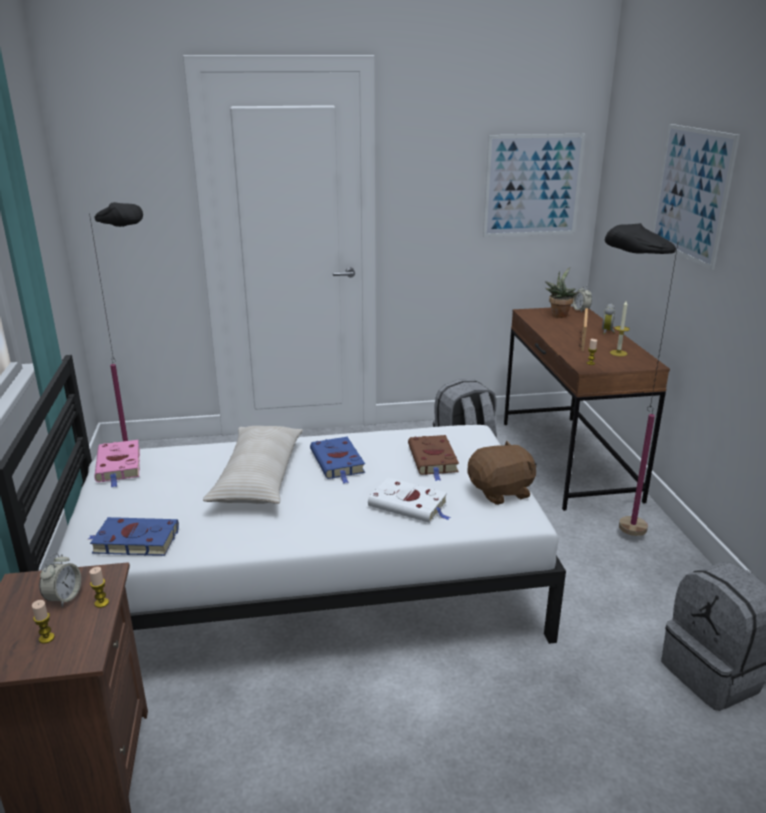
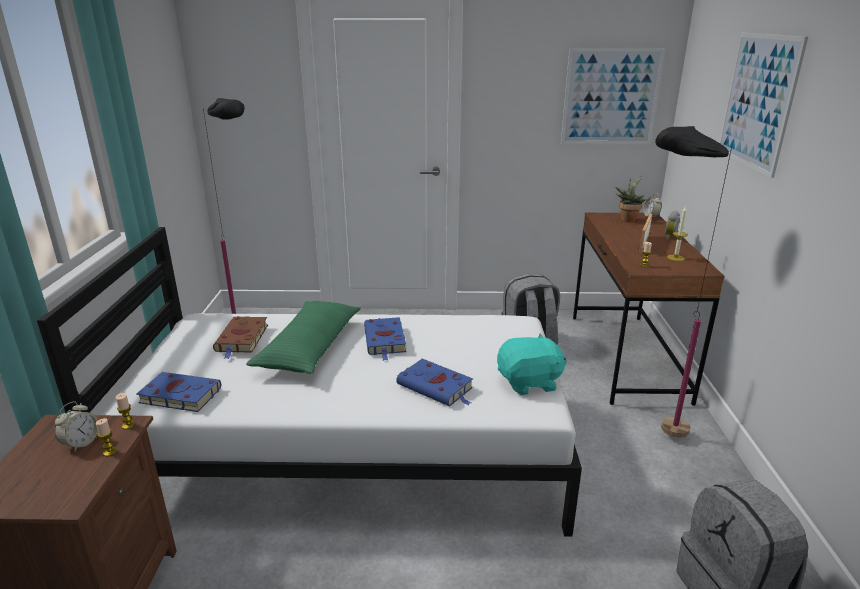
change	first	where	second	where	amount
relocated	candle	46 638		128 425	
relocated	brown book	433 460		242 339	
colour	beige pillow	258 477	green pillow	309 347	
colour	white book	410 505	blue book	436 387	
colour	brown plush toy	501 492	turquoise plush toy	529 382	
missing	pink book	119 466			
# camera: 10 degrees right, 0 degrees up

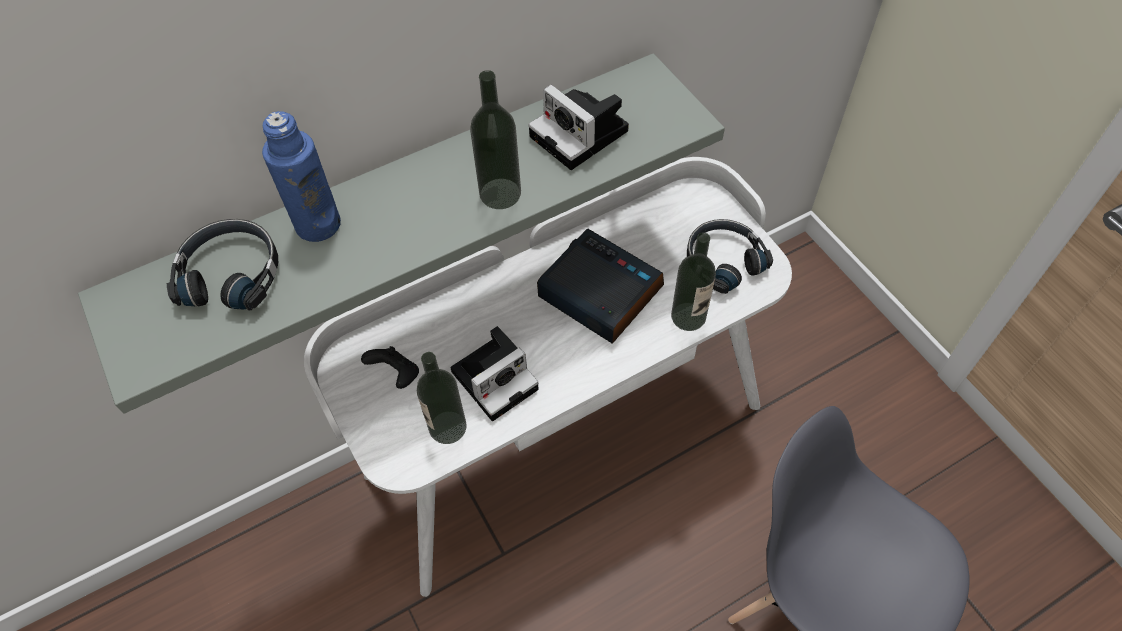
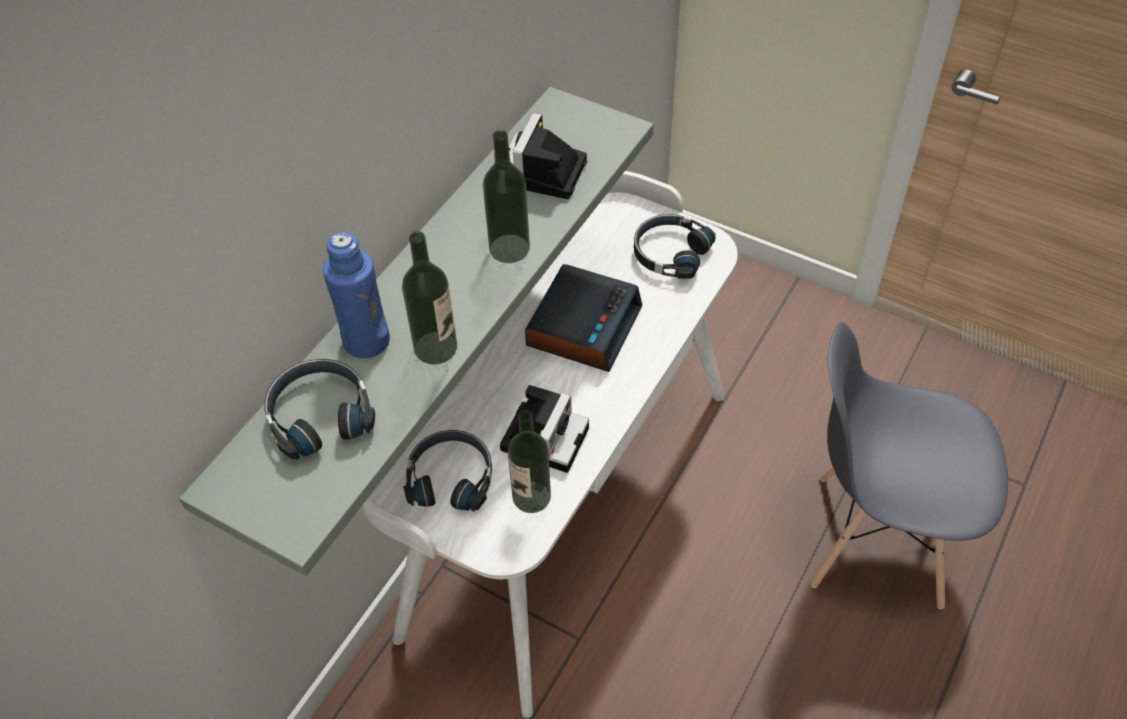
change	first	where	second	where	amount
relocated	bottle	688 316		435 348	
exchanged	black game controller	396 375	black headphones	451 477	
spun	photo camera	582 135		542 174	90 degrees clockwise
spun	alarm clock	598 292		583 325	105 degrees clockwise
# camera: 30 degrees left, 5 degrees down

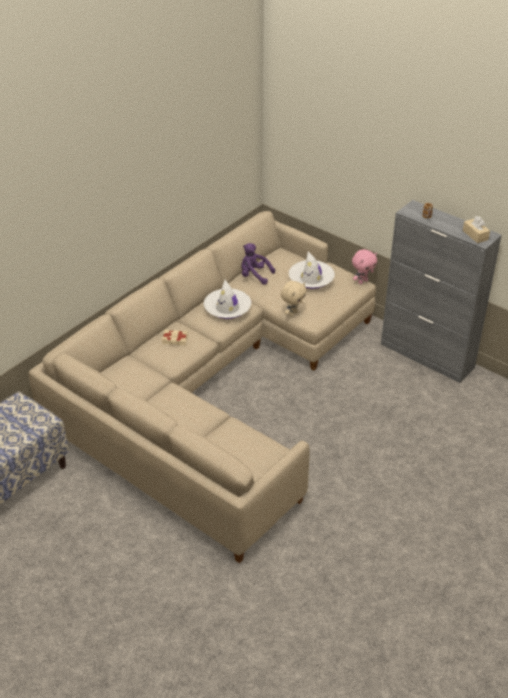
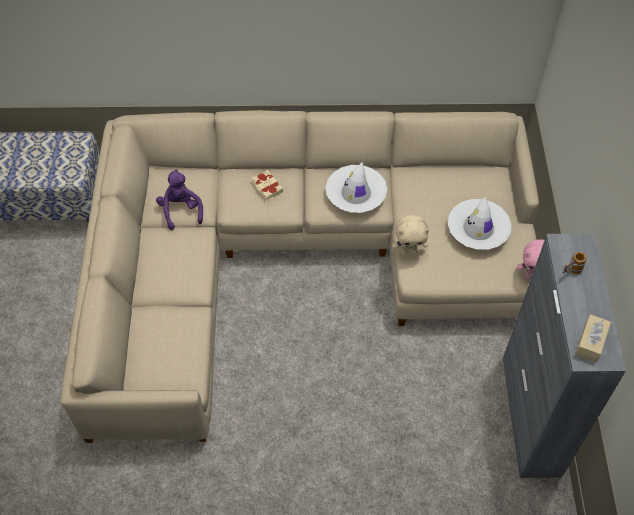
change	first	where	second	where	amount
relocated	purple plush toy	254 276		181 210	
# camera: 50 degrees right, 15 degrees up

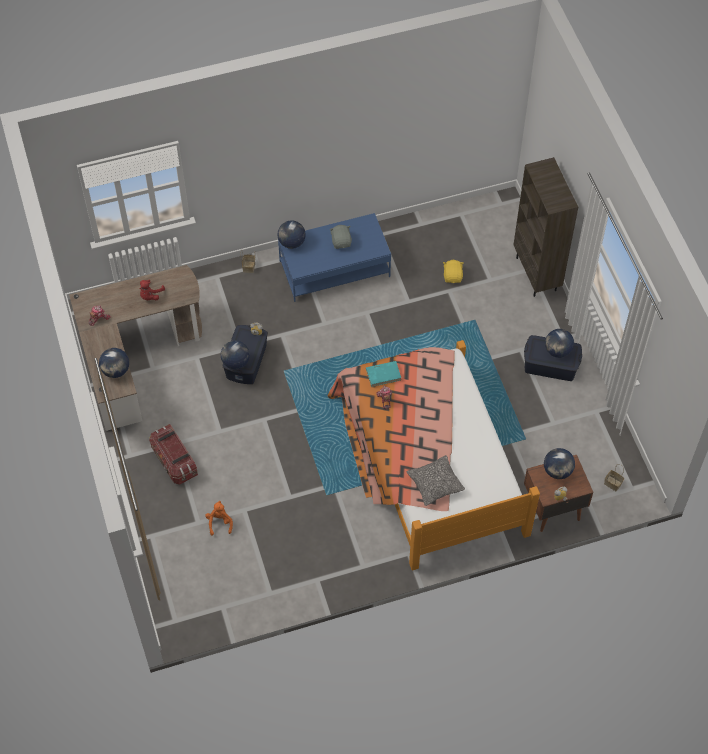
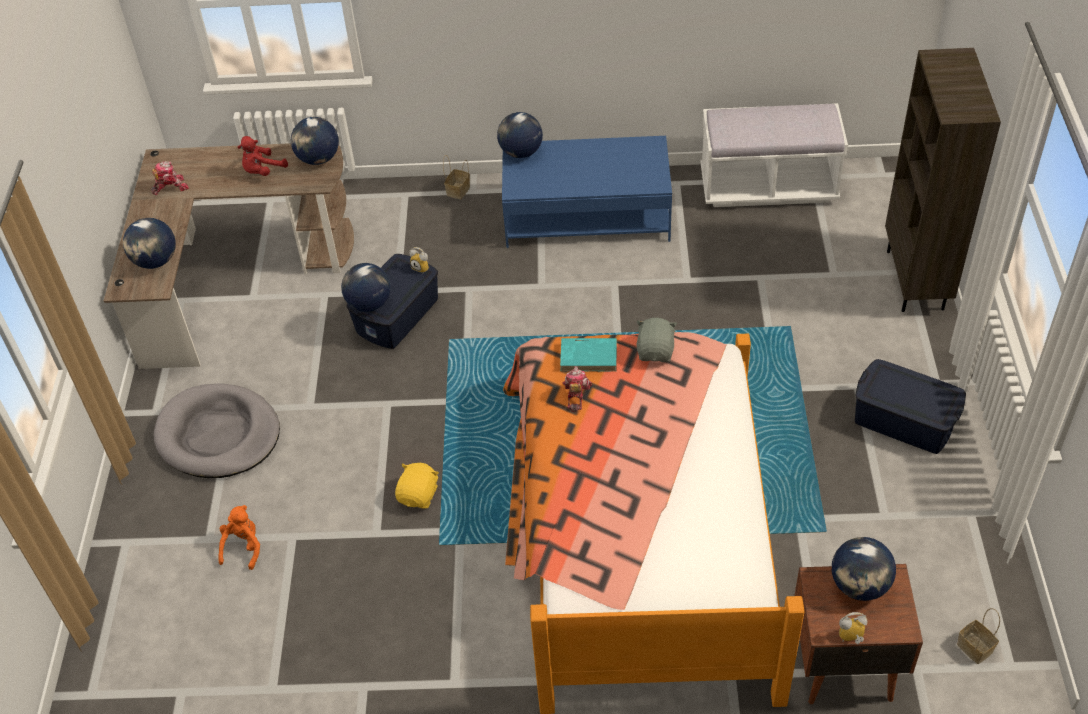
change	first	where	second	where	amount
exchanged	storage box	174 461	grey dog bed	218 435	
relocated	globe	557 351		318 159	
relocated	yellow plush toy	453 276		419 495	
relocated	grey plush toy	341 242		656 351	
appeared			white bench	768 187	
missing	pillow	435 483			
# camera: 20 degrees right, 10 degrees down

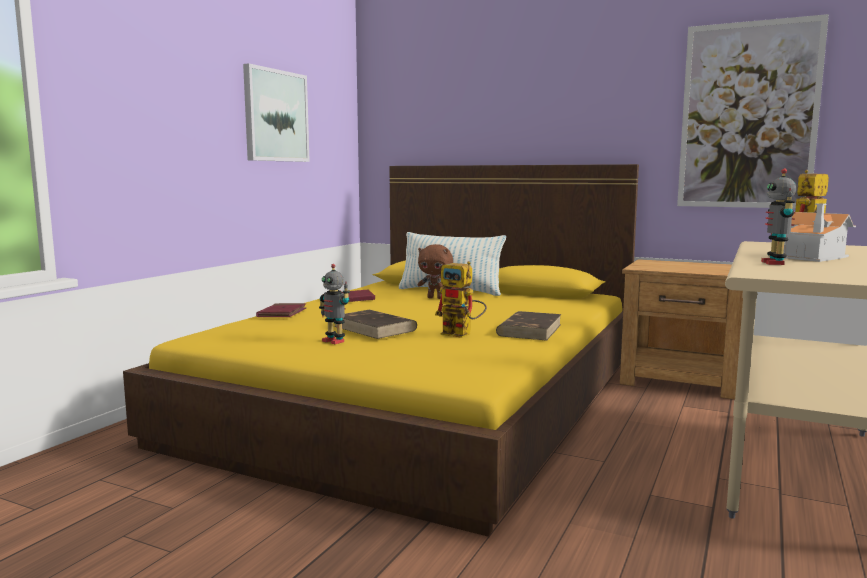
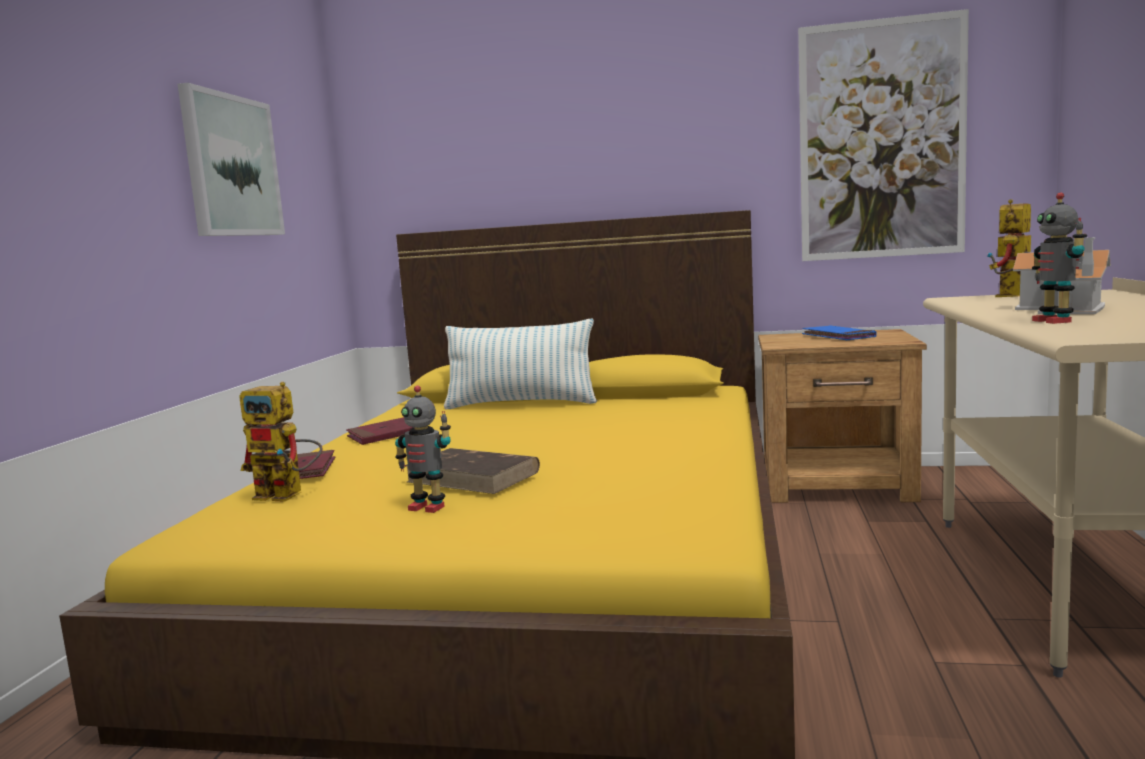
change	first	where	second	where	amount
relocated	toy robot	462 334		289 495	
appeared			blue book	838 337	
missing	brown plush toy	436 298			
missing	brown book	529 330			
# camera: 15 degrees left, 0 degrees up

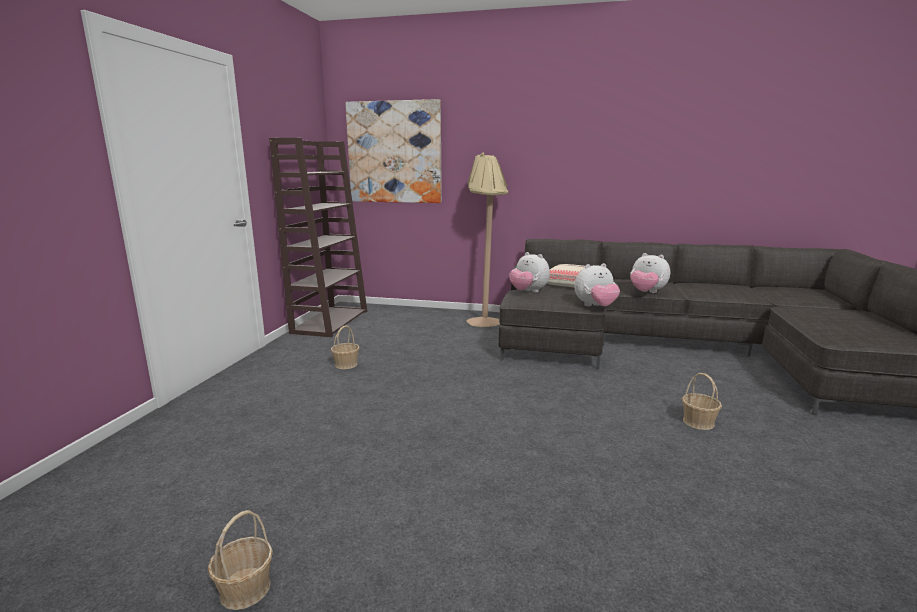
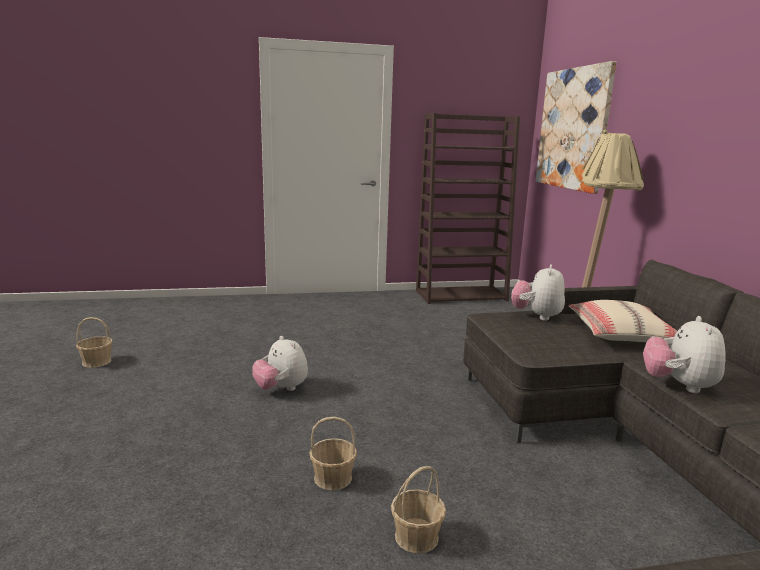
change	first	where	second	where	amount
relocated	plush toy	595 306		281 389	
relocated	basket	346 364		333 478	
# camera: 65 degrees right, 0 degrees up

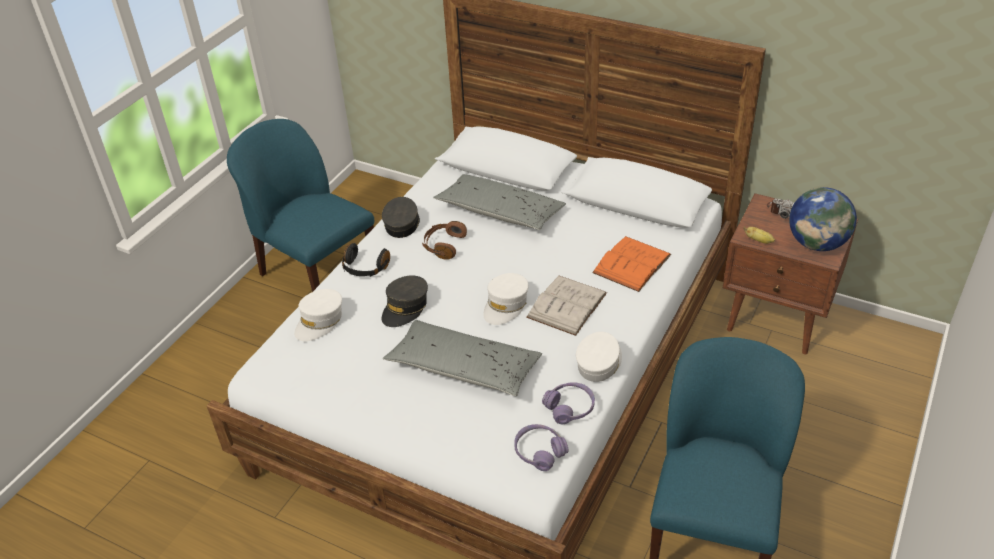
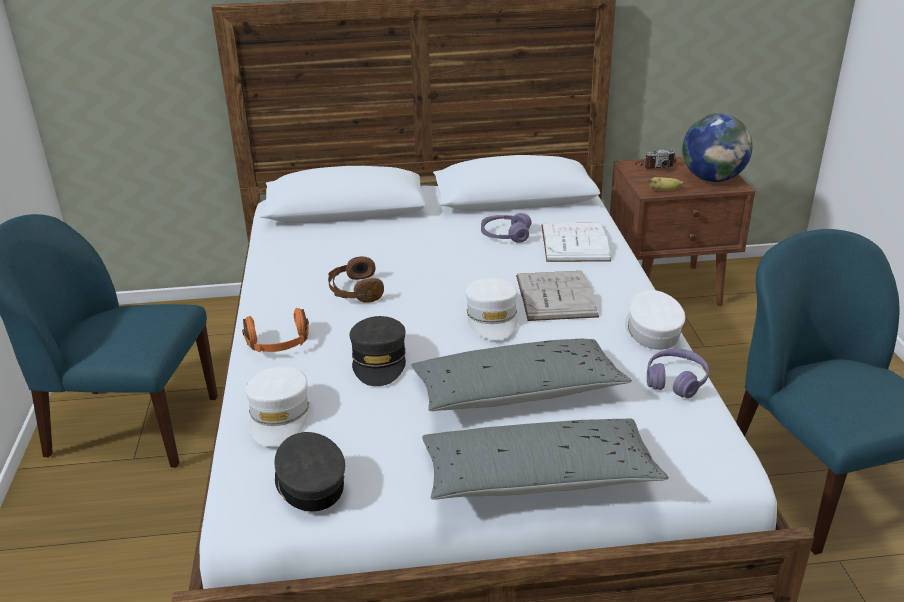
change	first	where	second	where	amount
colour	black headphones	365 268	orange headphones	278 344	
relocated	grey cap	402 224		309 483	
relocated	grey pillow	500 212		538 477	
relocated	purple headphones	539 452		505 235	
colour	orange book	632 263	white book	574 242	
# camera: 35 degrees left, 10 degrees down

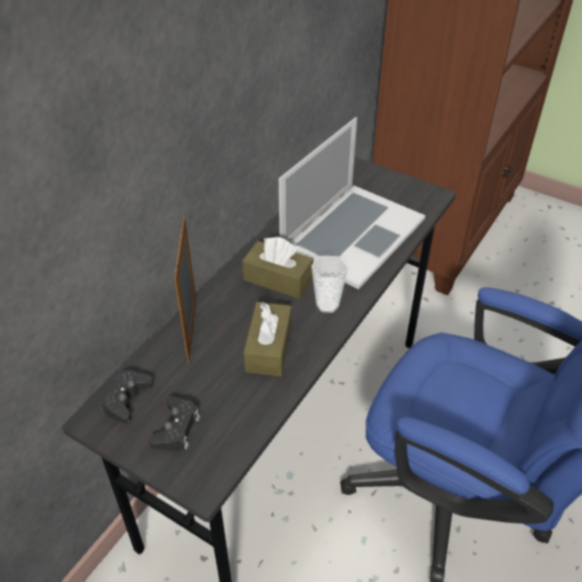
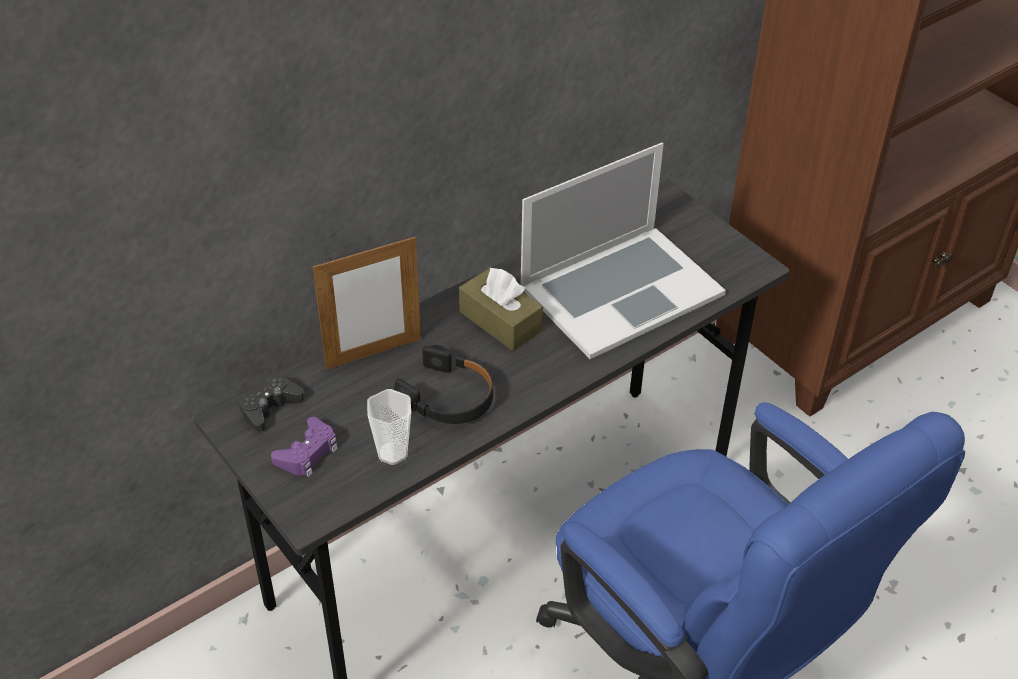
change	first	where	second	where	amount
colour	black game controller	176 429	purple game controller	307 453	
spun	picture frame	192 330		373 353	135 degrees counterclockwise
relocated	cup	327 305		392 453	
exchanged	brown tissue box	268 348	black headphones	448 397	
# camera: 20 degrees right, 0 degrees up

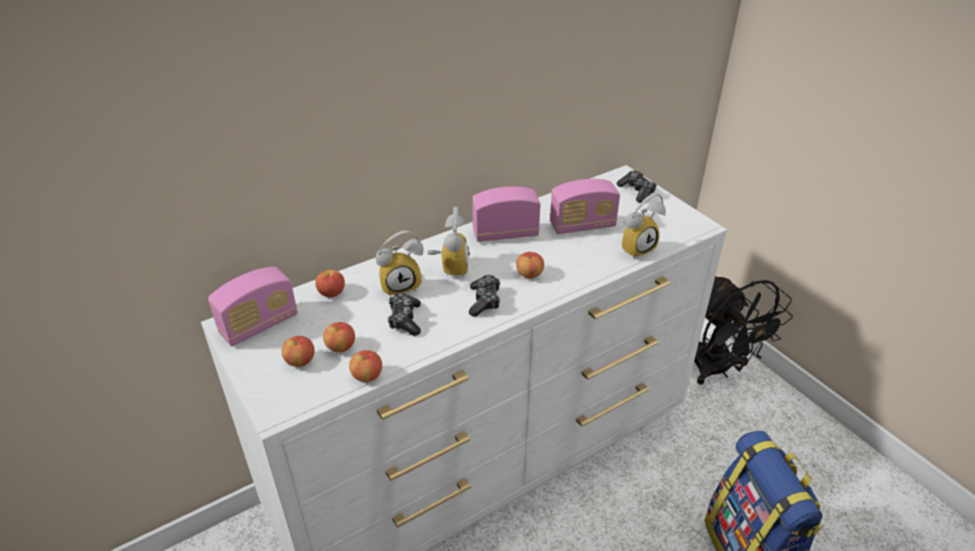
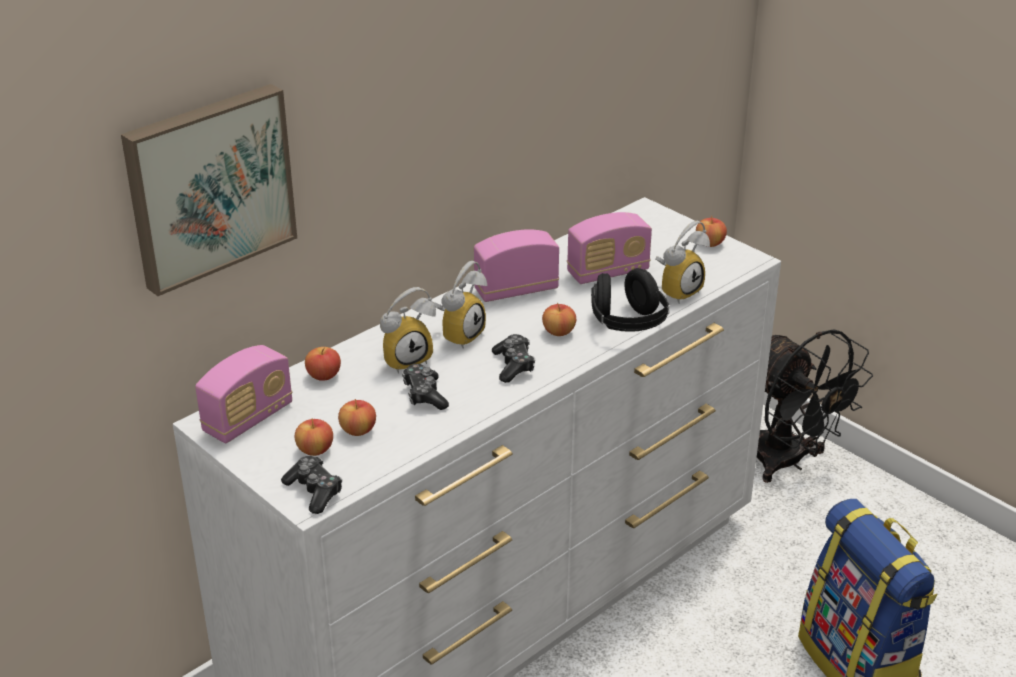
change	first	where	second	where	amount
appeared			picture	208 186	
relocated	game controller	637 191		314 491	
spun	alarm clock	449 268		459 334	45 degrees clockwise
appeared			black headphones	627 324	
relocated	apple	367 376		709 243	
# camera: 10 degrees left, 5 degrees down

